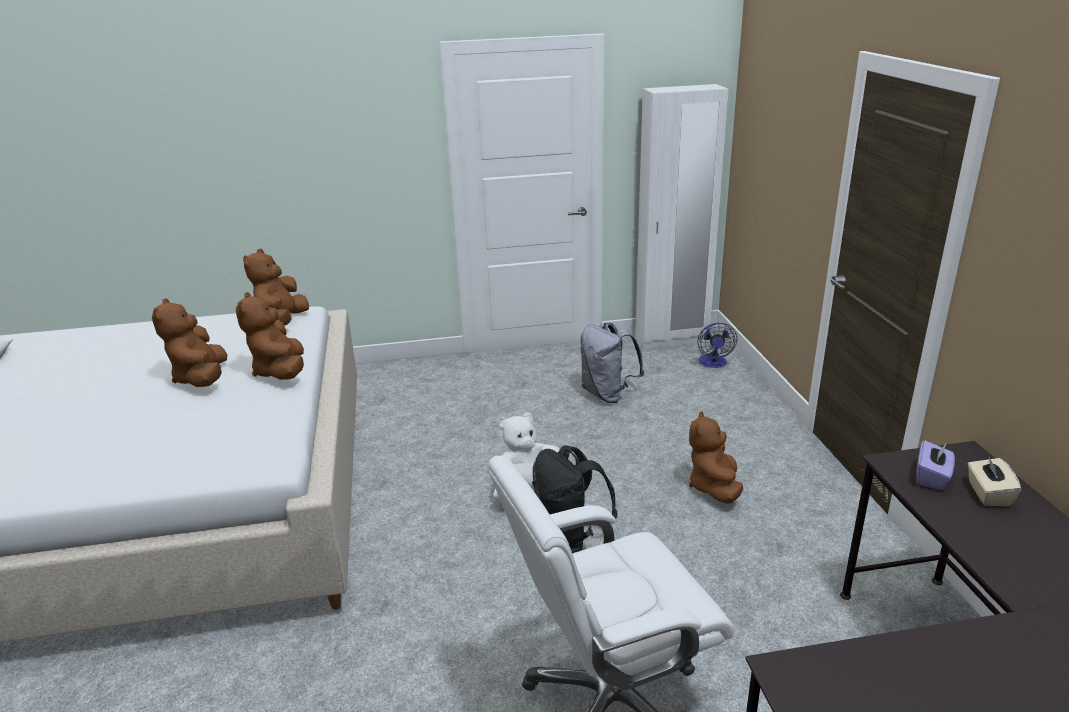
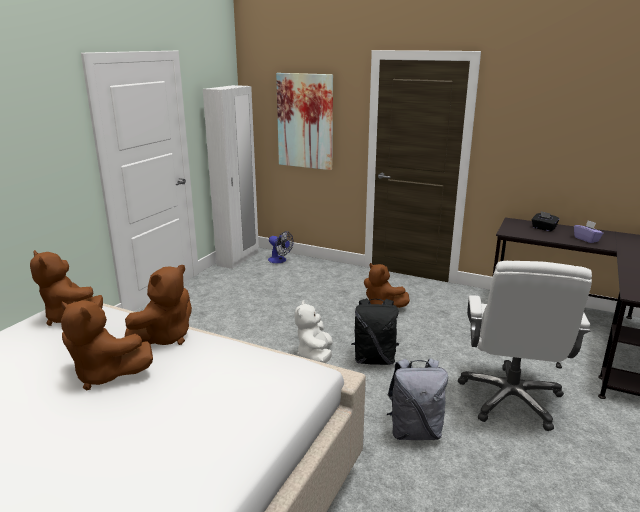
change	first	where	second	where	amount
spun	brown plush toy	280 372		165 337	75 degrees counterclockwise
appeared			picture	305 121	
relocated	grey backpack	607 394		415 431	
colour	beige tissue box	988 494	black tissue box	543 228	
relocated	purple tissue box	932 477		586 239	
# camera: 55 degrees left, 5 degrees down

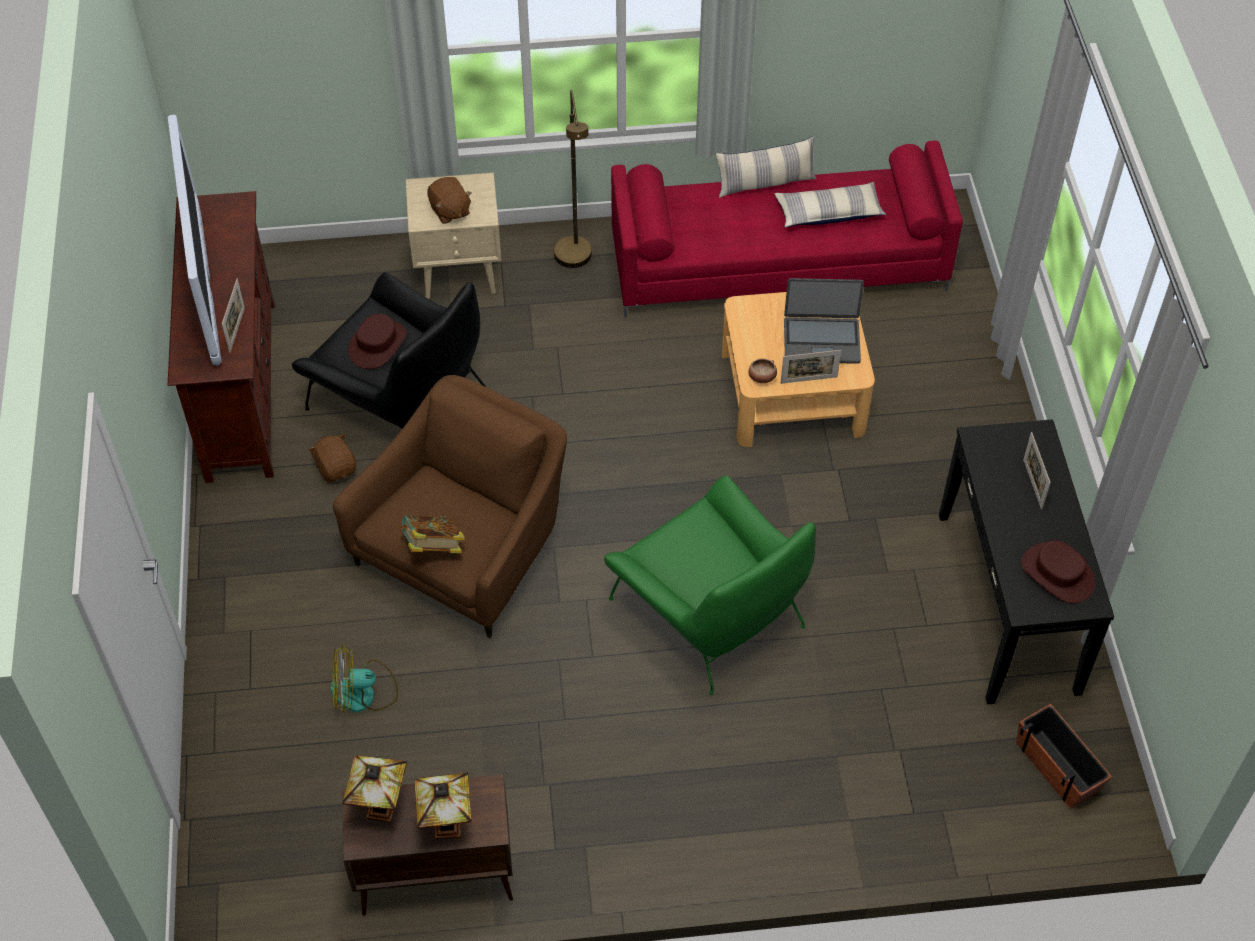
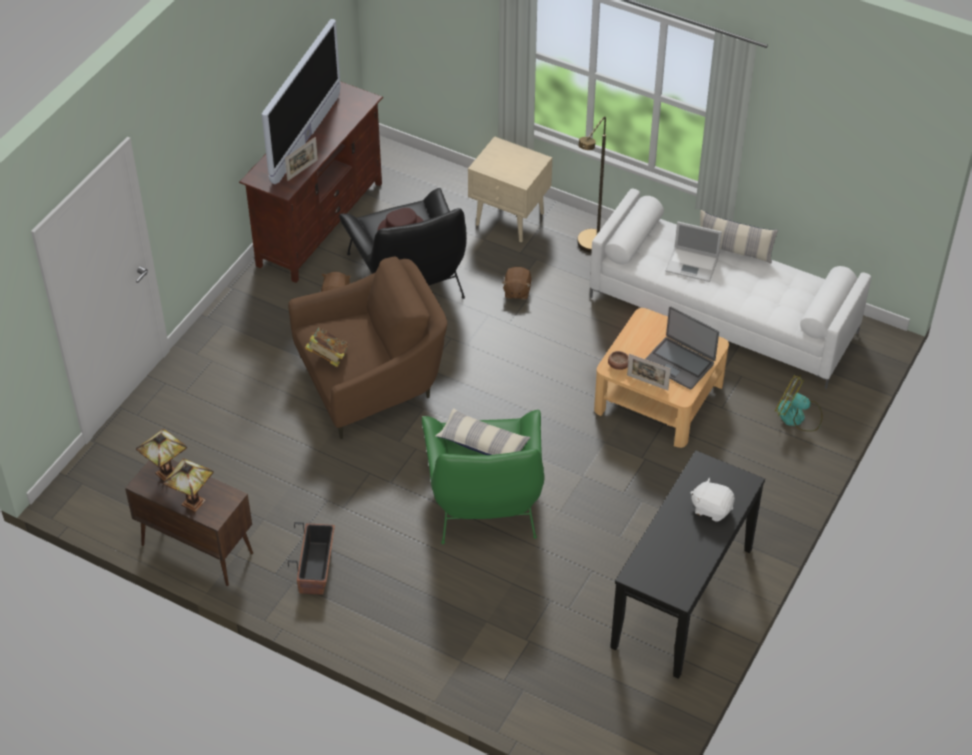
change	first	where	second	where	amount
relocated	planter	1057 767		316 568	
relocated	pillow	829 213		483 443	
relocated	brown plush toy	449 211		516 291	
colour	red sofa	779 264	white sofa	724 314	
appeared			laptop	693 264	
exchanged	picture frame	1032 484	white plush toy	711 508	
relocated	fan	363 693		797 417	
missing	brown hat	1057 573			
# camera: 35 degrees right, 5 degrees down

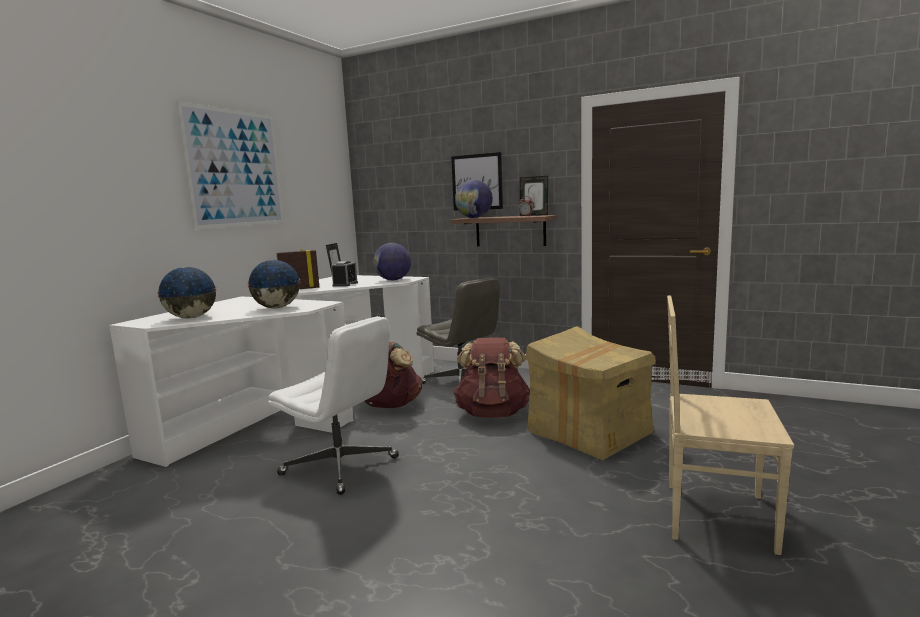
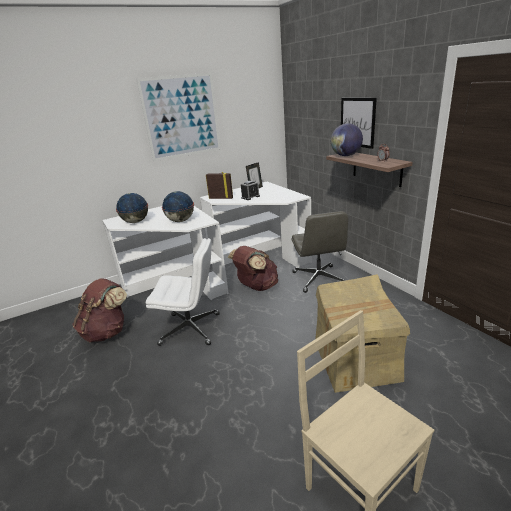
change	first	where	second	where	amount
relocated	brown backpack	493 413		107 332	
spun	white office chair	341 466		191 329	60 degrees counterclockwise
missing	globe	393 280			
missing	picture frame	534 215			
# camera: 35 degrees right, 15 degrees up

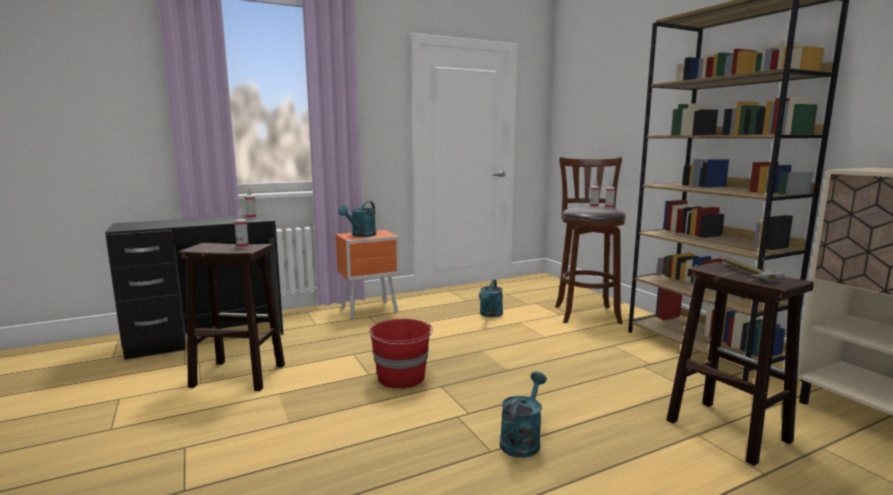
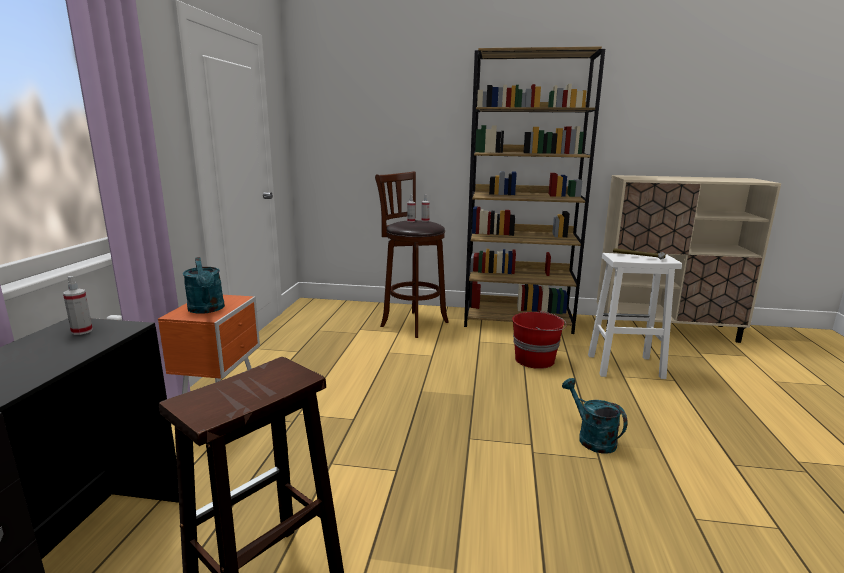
change	first	where	second	where	amount
relocated	red bucket	402 378		535 360	
colour	brown stool	725 430	white stool	624 366	
missing	spray bottle	242 247			
missing	turquoise watering can	490 315			
# camera: 55 degrees left, 5 degrees up

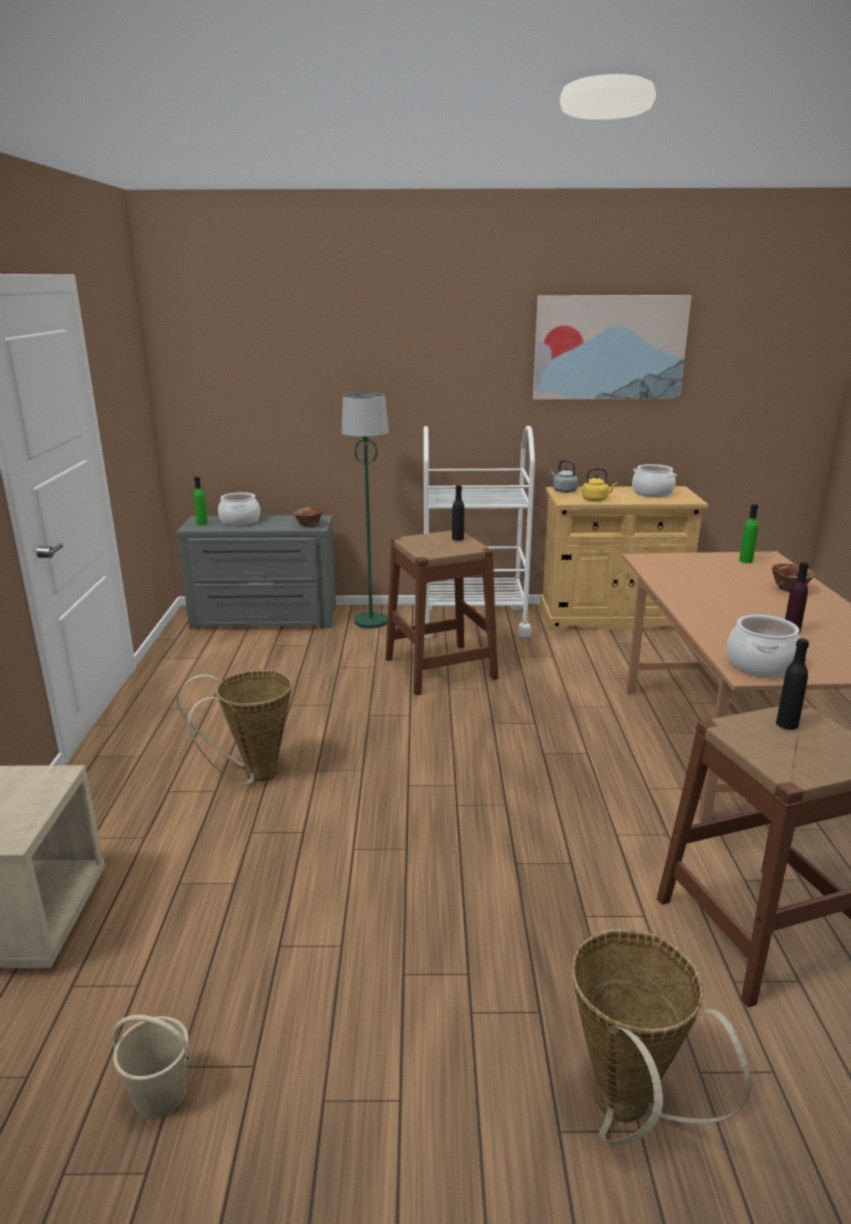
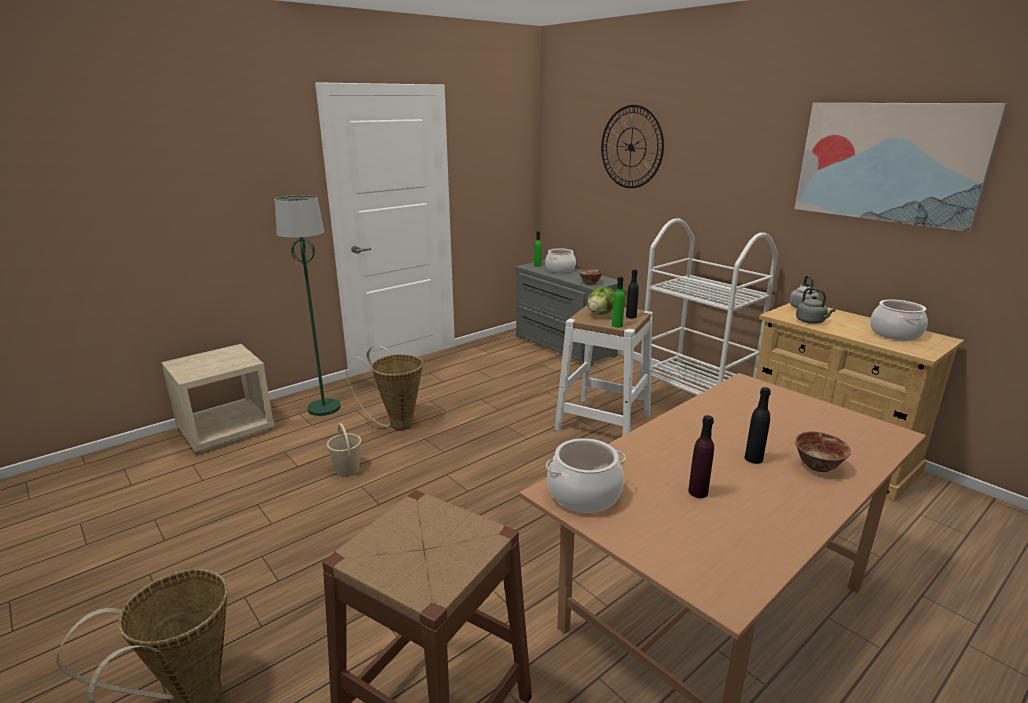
change	first	where	second	where	amount
relocated	green floor lamp	371 621		324 408	
relocated	beige bucket	161 1095		347 470	
colour	brown stool	440 668	white stool	603 422	
appeared			lettuce	600 314	
appeared			wall clock	631 147	
relocated	green bottle	745 560		617 325	
relocated	black bottle	787 724		753 458	
colour	yellow kettle	596 499	grey kettle	811 322	
# camera: 50 degrees right, 0 degrees up

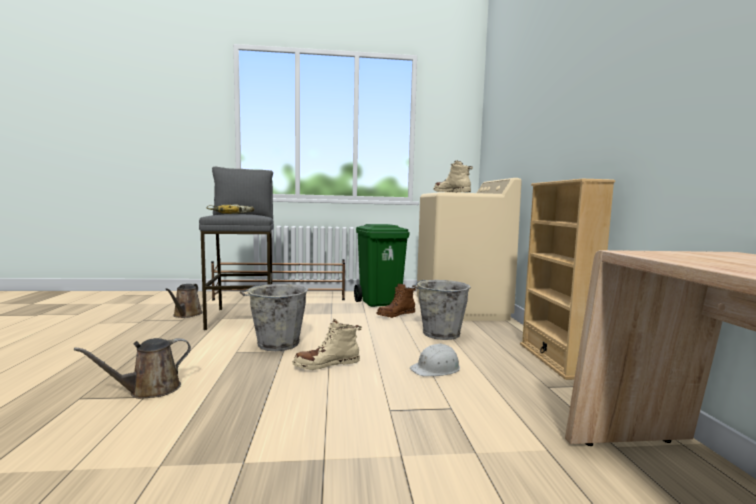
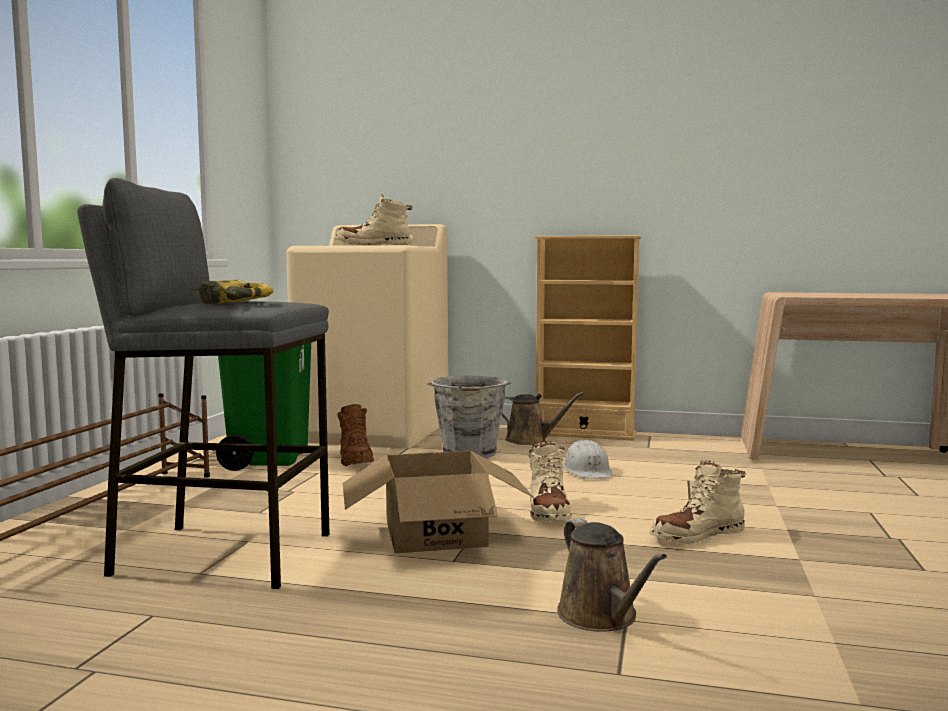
change	first	where	second	where	amount
exchanged	grey bucket	276 344	cardboard box	436 534	
relocated	brown watering can	186 315		530 440	
appeared			beige boot	697 536	
# camera: 70 degrees left, 0 degrees up

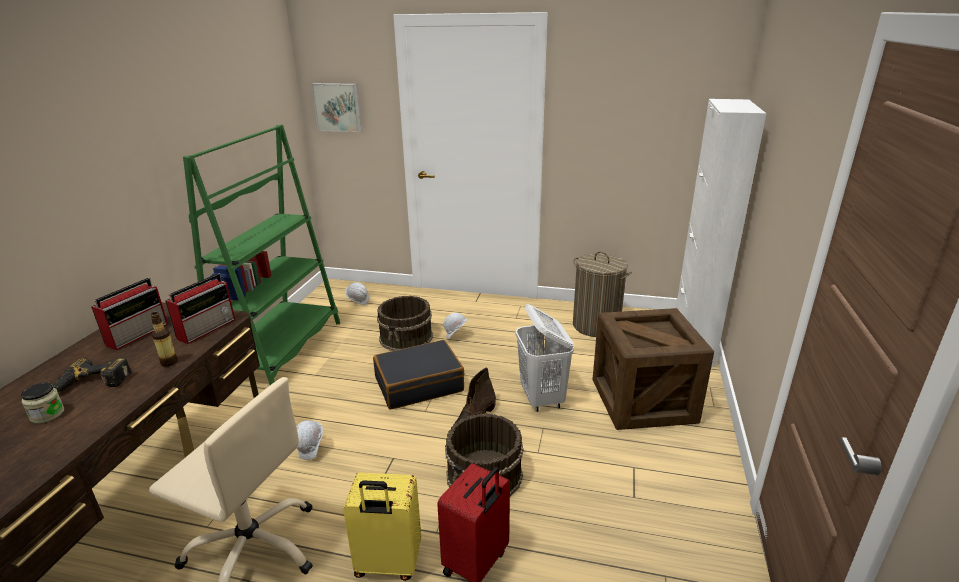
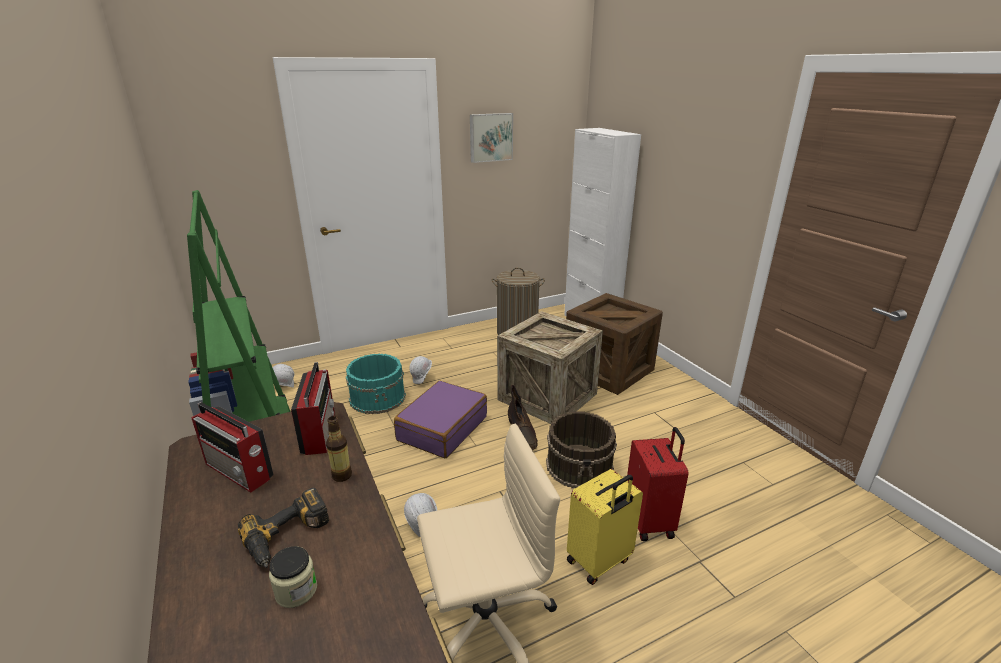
change	first	where	second	where	amount
spun	radio	138 334		240 471	135 degrees clockwise
colour	brown bucket	406 337	turquoise bucket	378 397	
colour	black suitcase	419 384	purple suitcase	442 428	
relocated	picture	338 107		490 137	
exchanged	white laundry basket	542 398	crate	547 396	
# camera: 40 degrees left, 0 degrees up

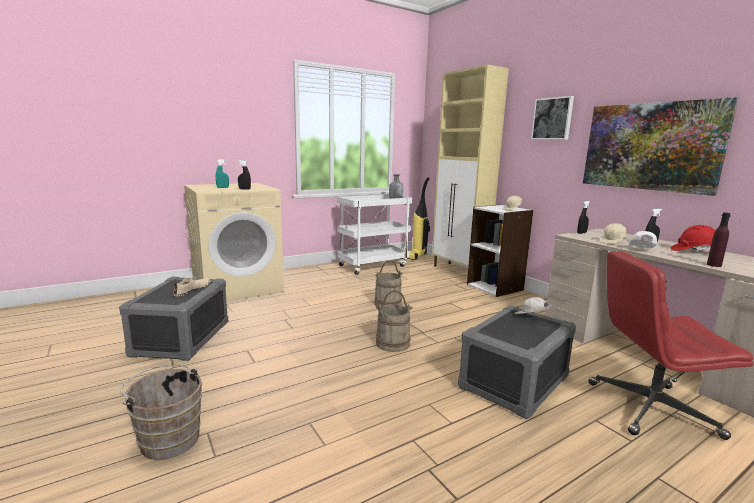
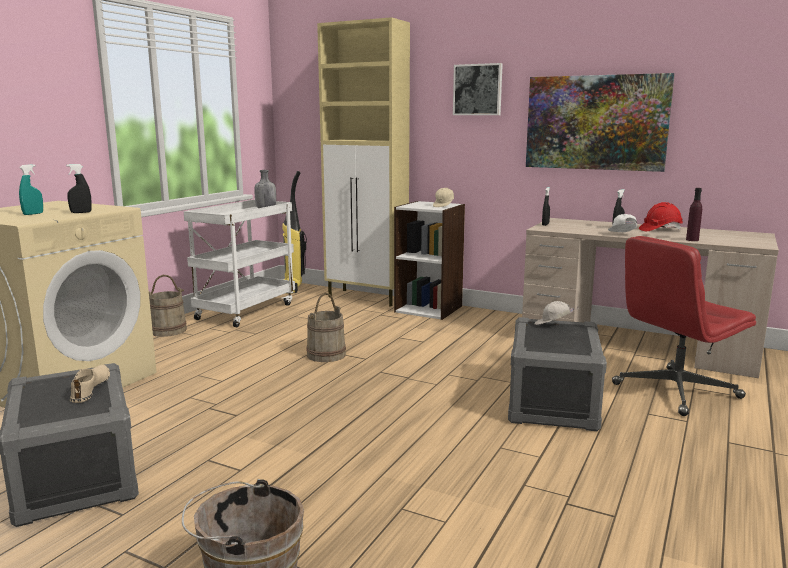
change	first	where	second	where	amount
relocated	beige bucket	392 343		168 330	
missing	beige cap	612 242			
# camera: 30 degrees left, 0 degrees up

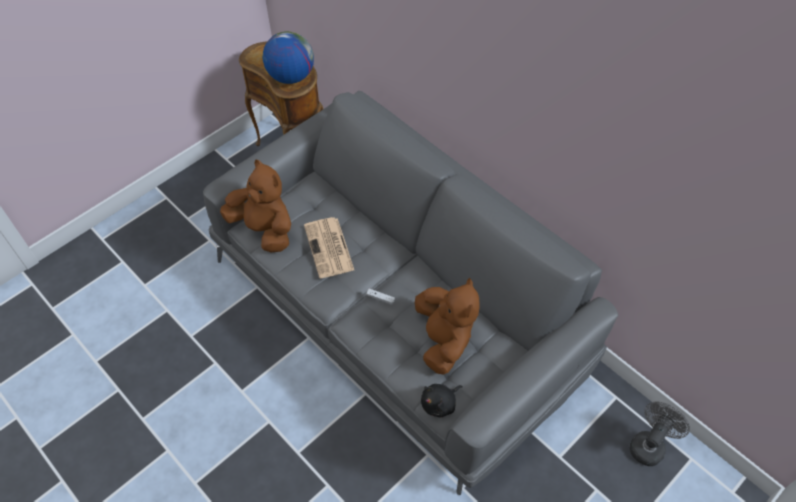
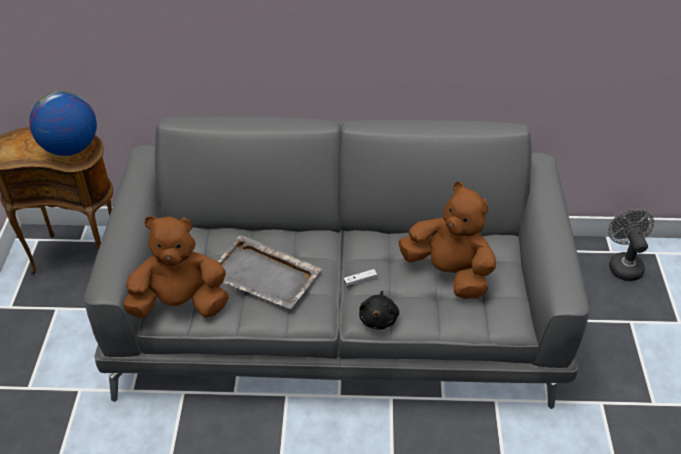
change	first	where	second	where	amount
exchanged	newspaper	329 248	grey tray	265 275	
relocated	black plush toy	440 403		378 318	
# camera: 45 degrees left, 10 degrees down

